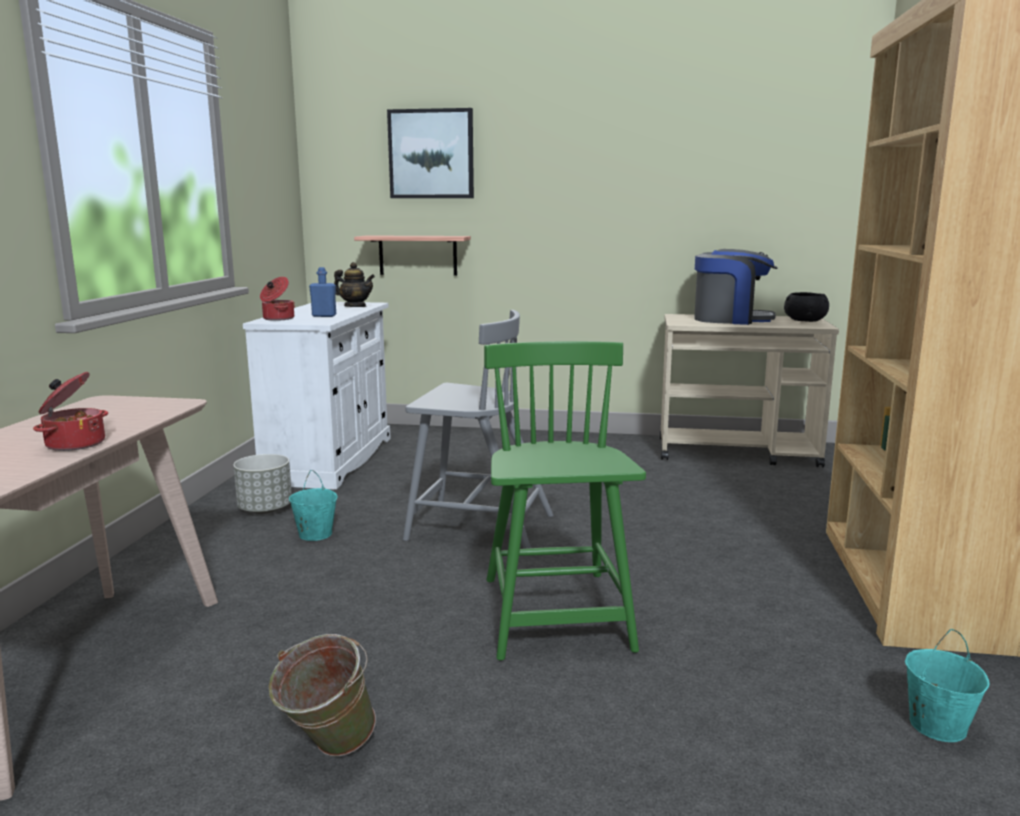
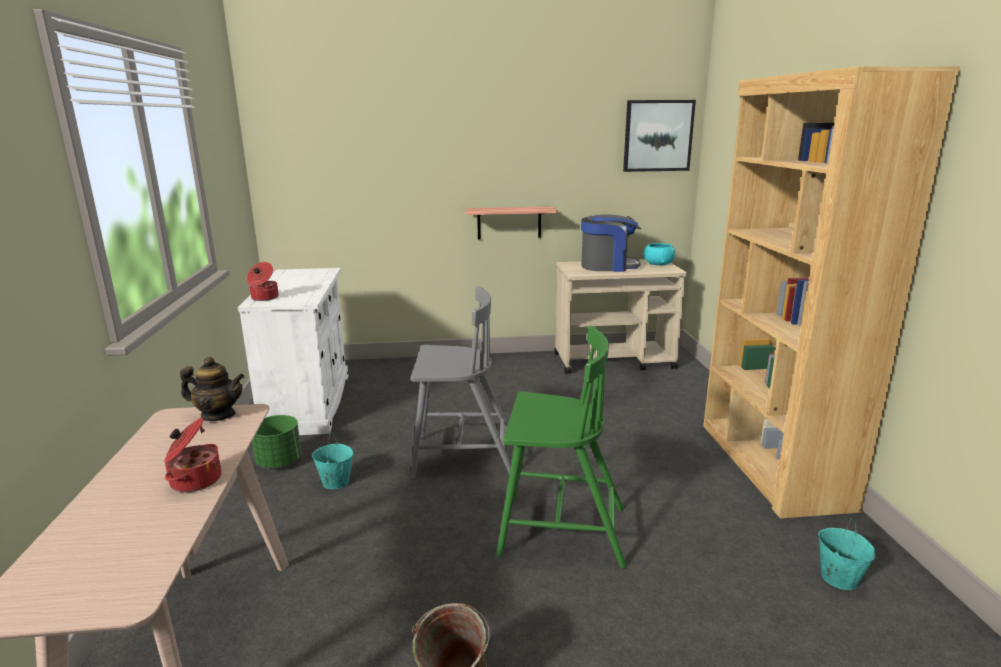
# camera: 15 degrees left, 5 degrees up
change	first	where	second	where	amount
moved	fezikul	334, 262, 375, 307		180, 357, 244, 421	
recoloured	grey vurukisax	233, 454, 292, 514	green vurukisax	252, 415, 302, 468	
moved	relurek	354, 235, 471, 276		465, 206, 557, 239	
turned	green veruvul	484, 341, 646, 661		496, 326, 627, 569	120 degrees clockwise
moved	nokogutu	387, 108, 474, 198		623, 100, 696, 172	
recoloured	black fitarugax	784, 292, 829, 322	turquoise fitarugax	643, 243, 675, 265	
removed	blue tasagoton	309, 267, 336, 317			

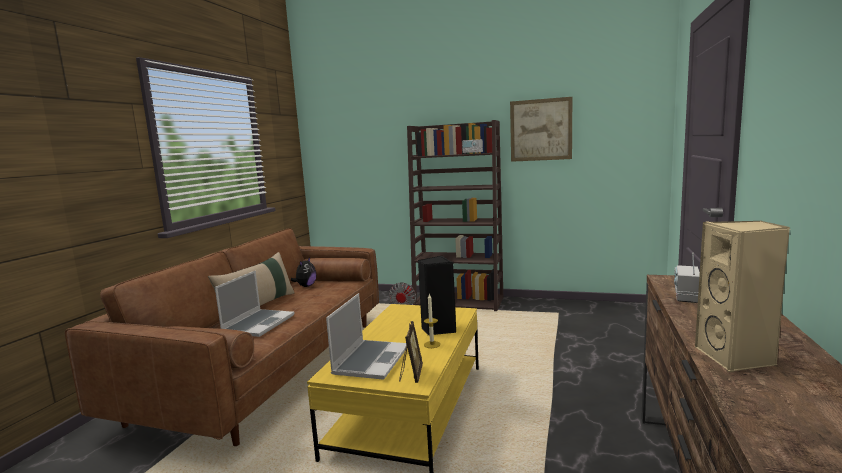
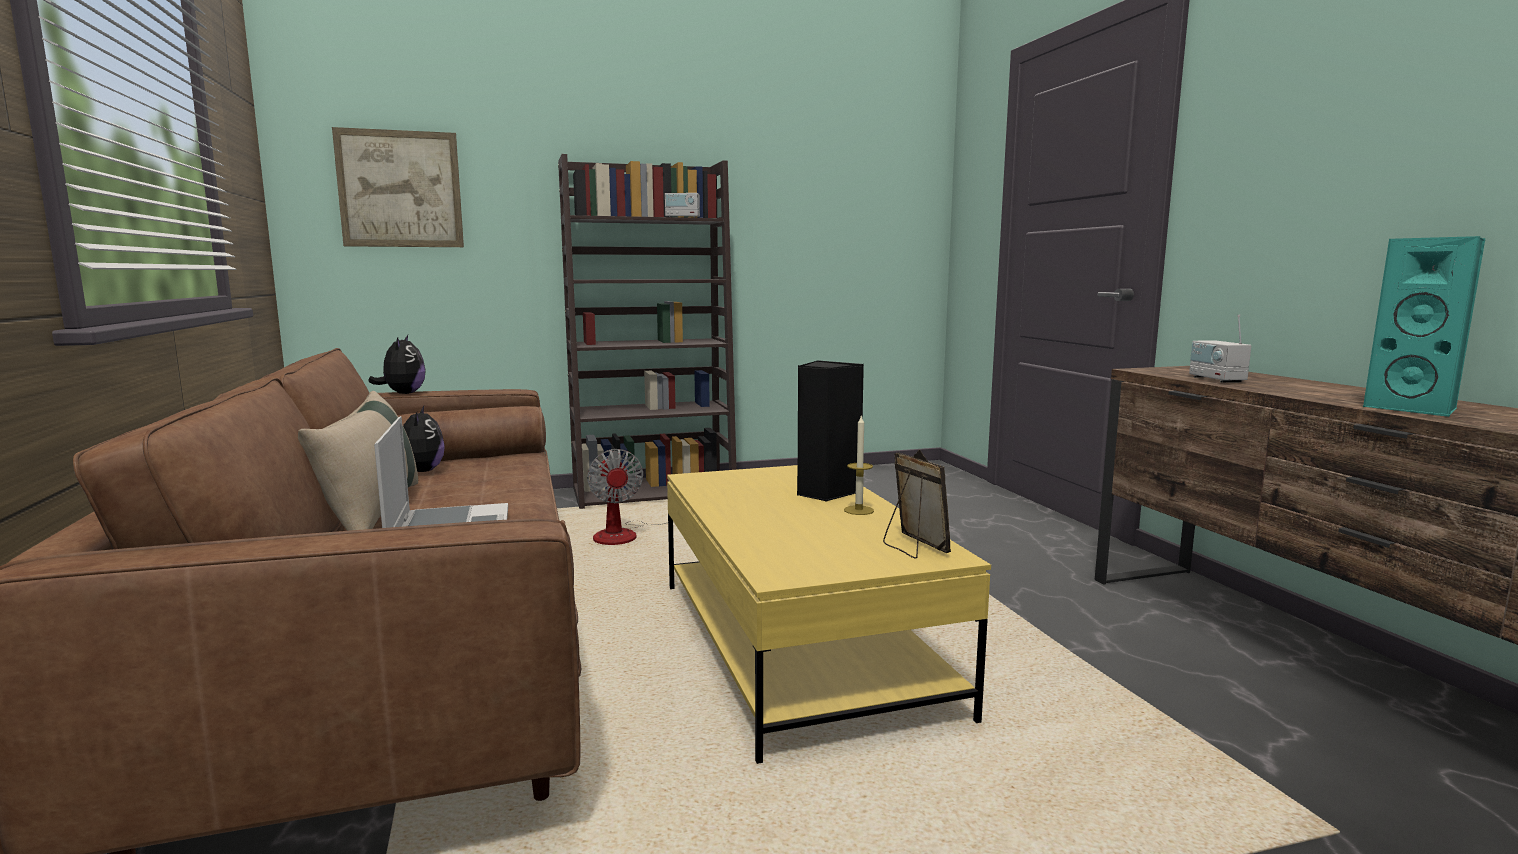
# camera: 35 degrees left, 0 degrees up
change	first	where	second	where	amount
moved	nokogutu	510, 97, 572, 162		332, 127, 464, 247	
added			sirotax	368, 335, 426, 394	
recoloured	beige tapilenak	695, 221, 790, 372	turquoise tapilenak	1363, 236, 1485, 417	
removed	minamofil	326, 293, 407, 380			

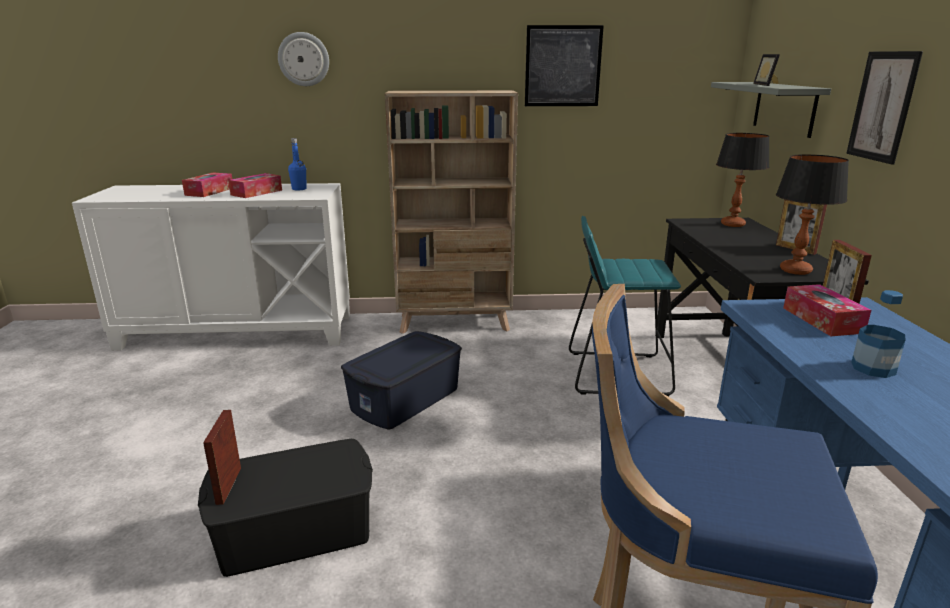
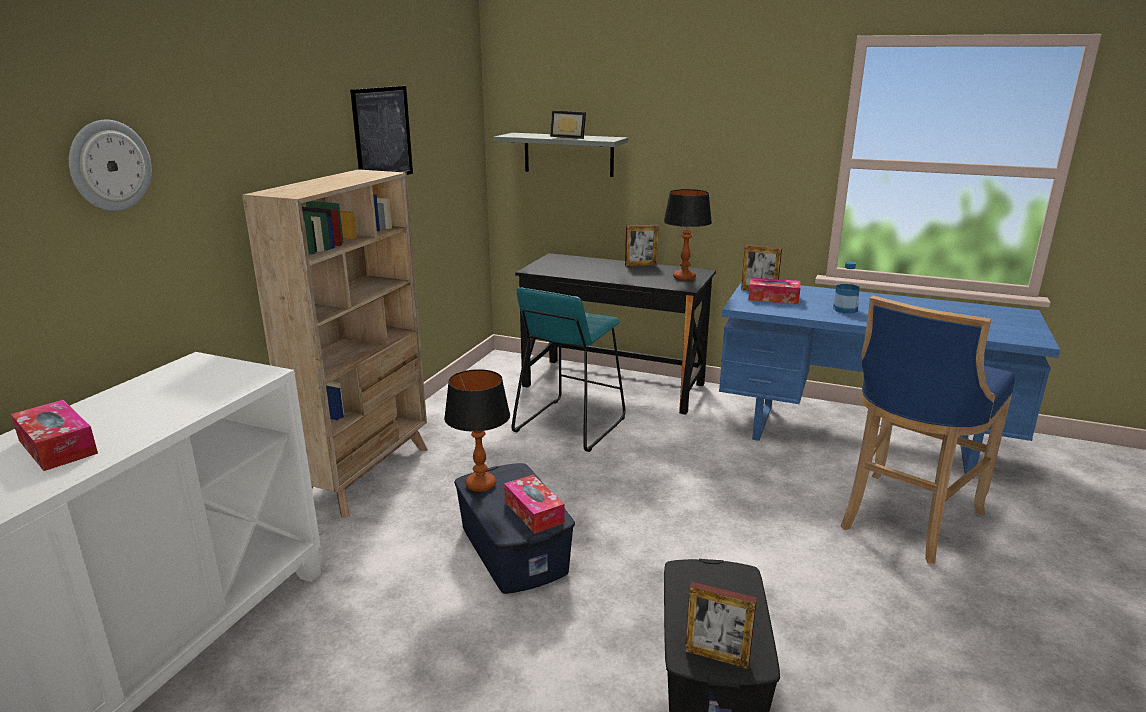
# camera: 65 degrees left, 0 degrees up
change	first	where	second	where	amount
moved	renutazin	716, 133, 769, 227		444, 369, 510, 492	
moved	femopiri	228, 173, 282, 198		504, 475, 565, 534	
removed	blue tasagoton	288, 138, 307, 191			
removed	nokogutu	846, 51, 923, 164			

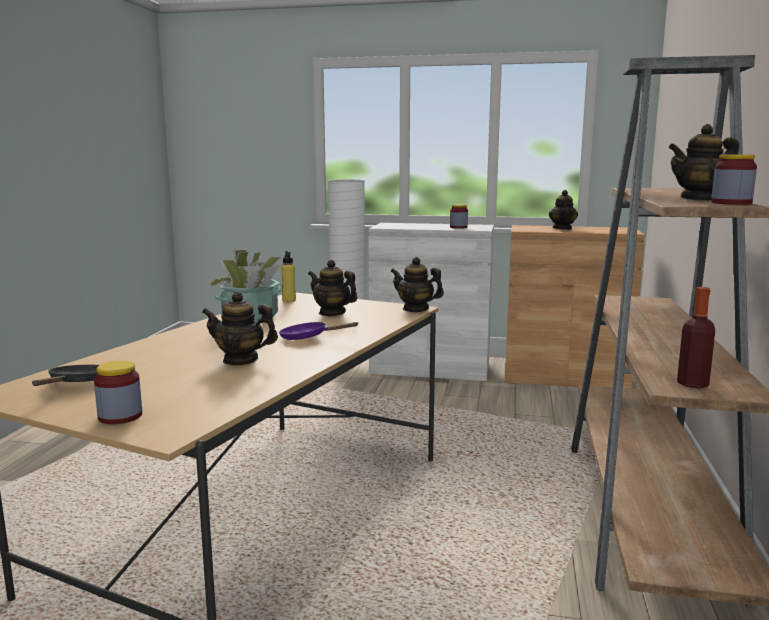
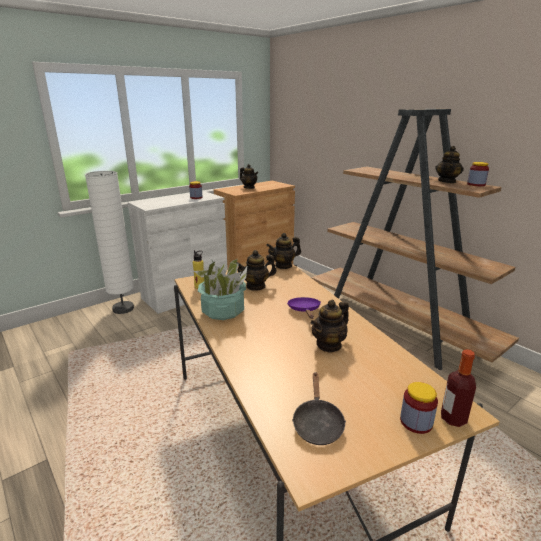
# camera: 50 degrees left, 10 degrees up
change	first	where	second	where	amount
turned	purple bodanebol	279, 322, 359, 340		287, 297, 321, 319	120 degrees clockwise
turned	black bodanebol	32, 365, 99, 386		292, 372, 346, 445	135 degrees counterclockwise
moved	tasagoton	677, 287, 715, 388		441, 349, 476, 427	

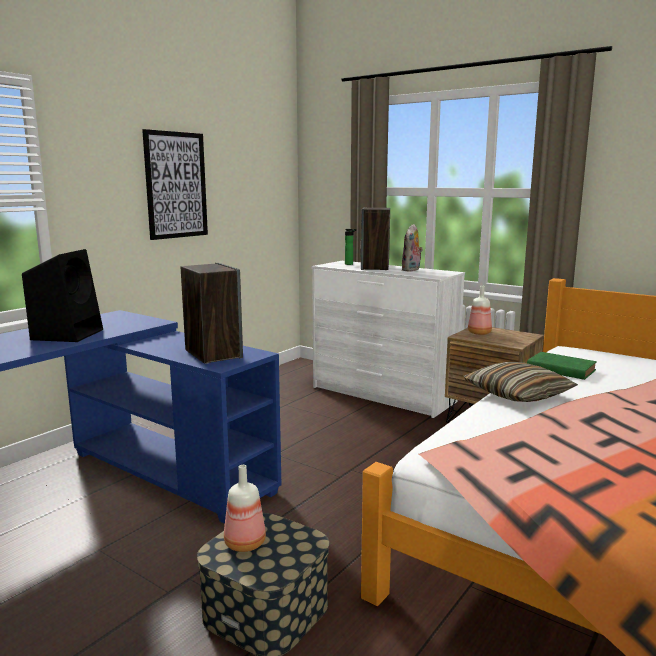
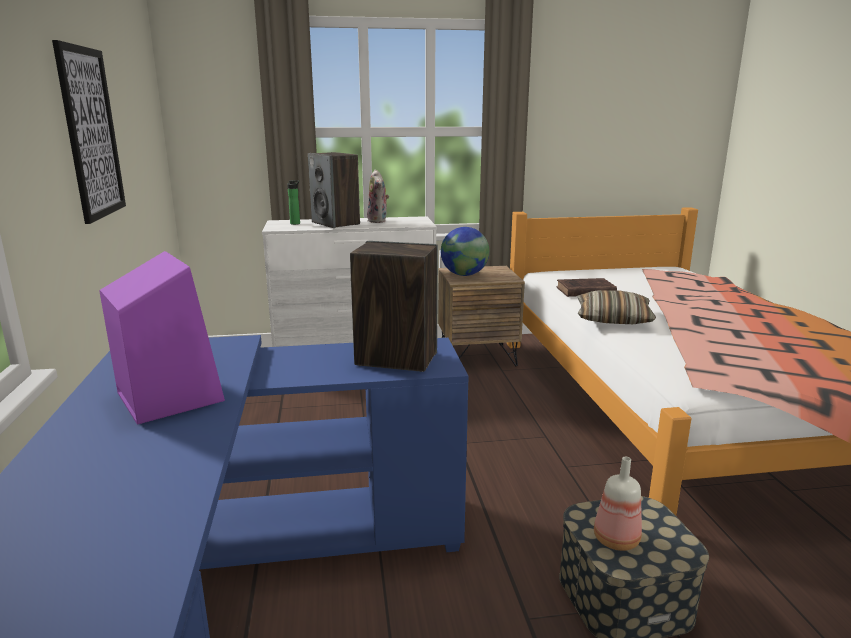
# camera: 45 degrees left, 5 degrees up
change	first	where	second	where	amount
recoloured	black tapilenak	22, 249, 103, 342	purple tapilenak	99, 251, 225, 425	
replaced	tasagoton	468, 286, 492, 335	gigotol	441, 227, 489, 276	
recoloured	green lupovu	527, 352, 597, 380	brown lupovu	557, 278, 617, 297	

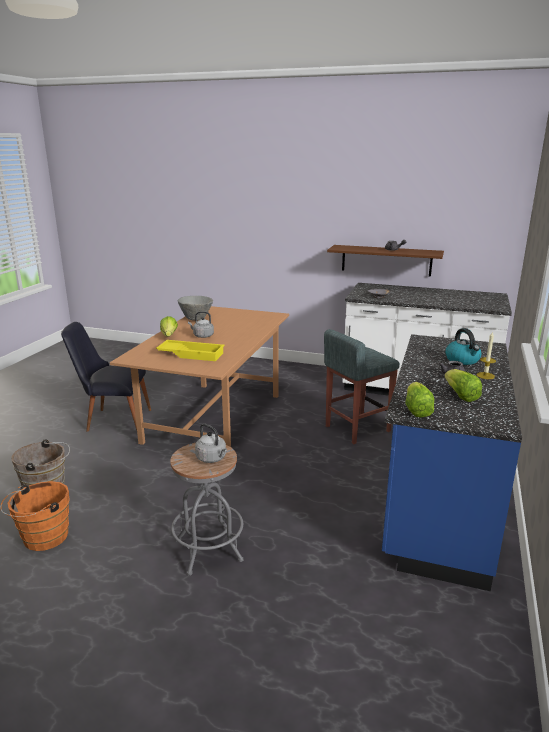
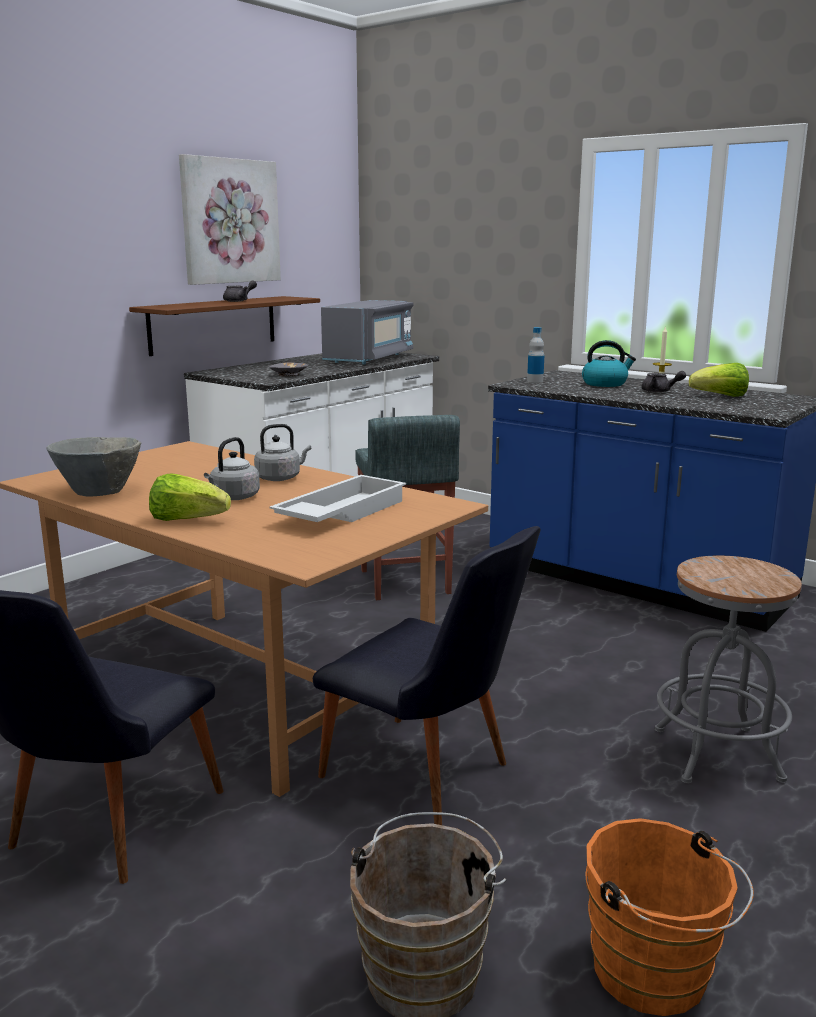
# camera: 70 degrees left, 5 degrees down
change	first	where	second	where	amount
added			nokogutu	179, 154, 281, 285	
moved	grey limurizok	195, 424, 227, 463		254, 424, 311, 481	
recoloured	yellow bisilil	156, 340, 225, 361	white bisilil	269, 475, 406, 522	
added			black veruvul	313, 526, 541, 825	
added			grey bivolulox	321, 300, 413, 364	
added			tasagoton	527, 327, 544, 383	
removed	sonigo	405, 382, 434, 417			

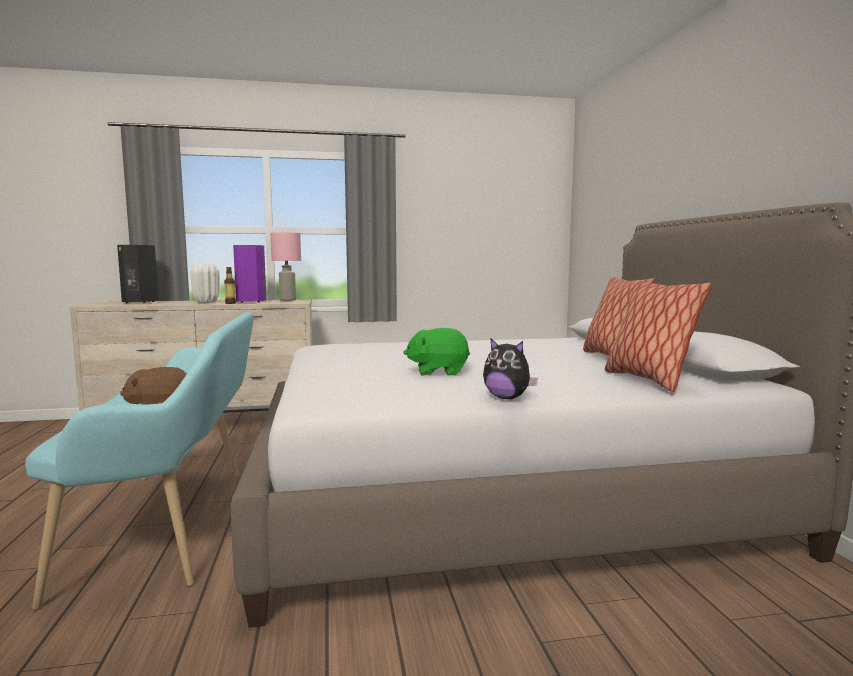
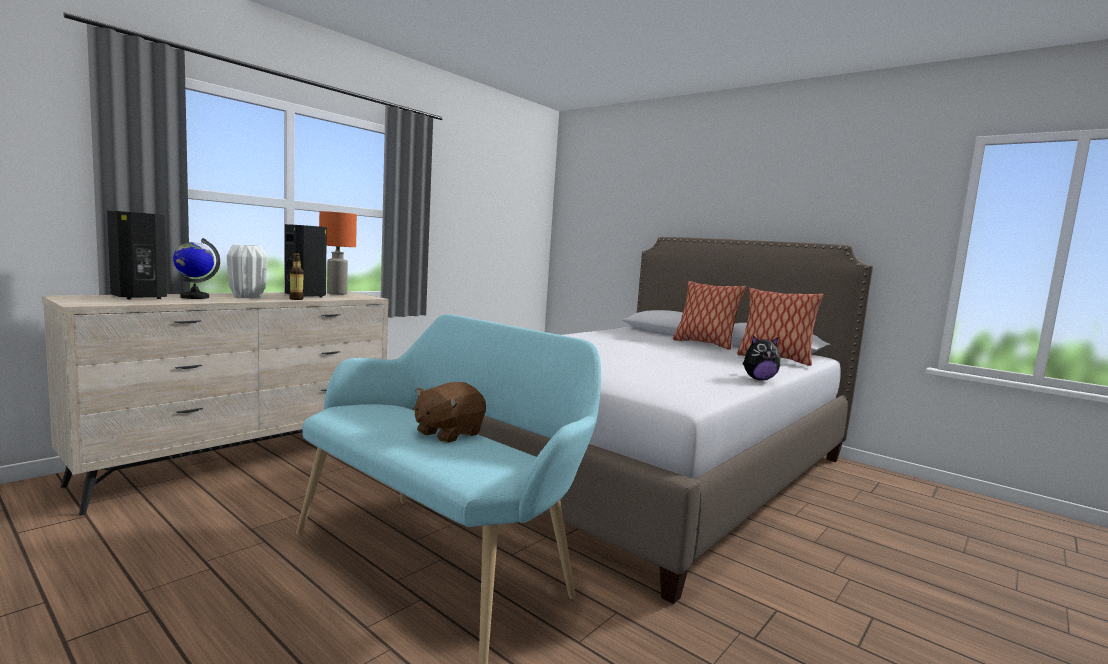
# camera: 40 degrees left, 0 degrees up
change	first	where	second	where	amount
added			gigotol	173, 238, 220, 299	
recoloured	purple tapilenak	233, 245, 266, 303	black tapilenak	285, 224, 327, 297	
recoloured	pink renutazin	271, 232, 301, 301	orange renutazin	319, 211, 357, 295	
removed	green sirotax	403, 328, 470, 375			

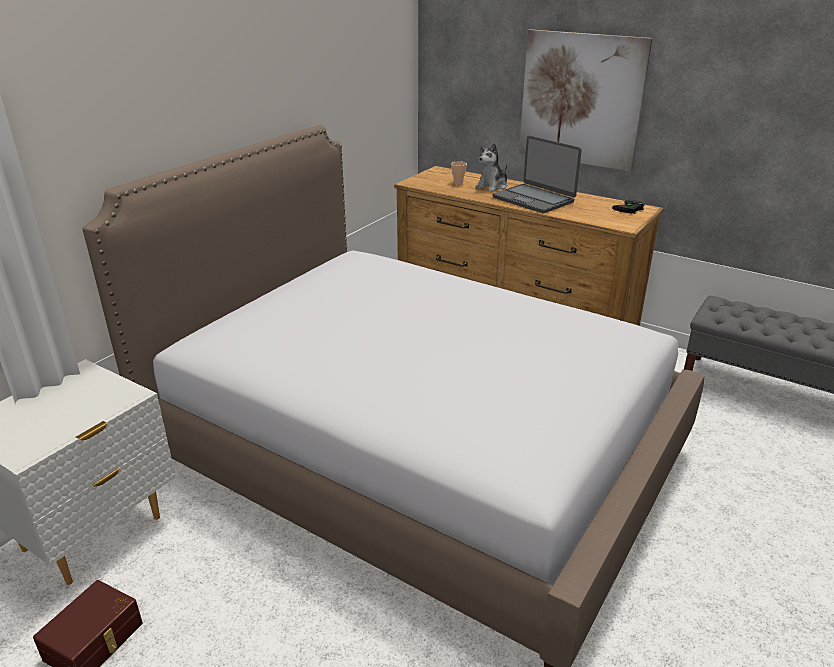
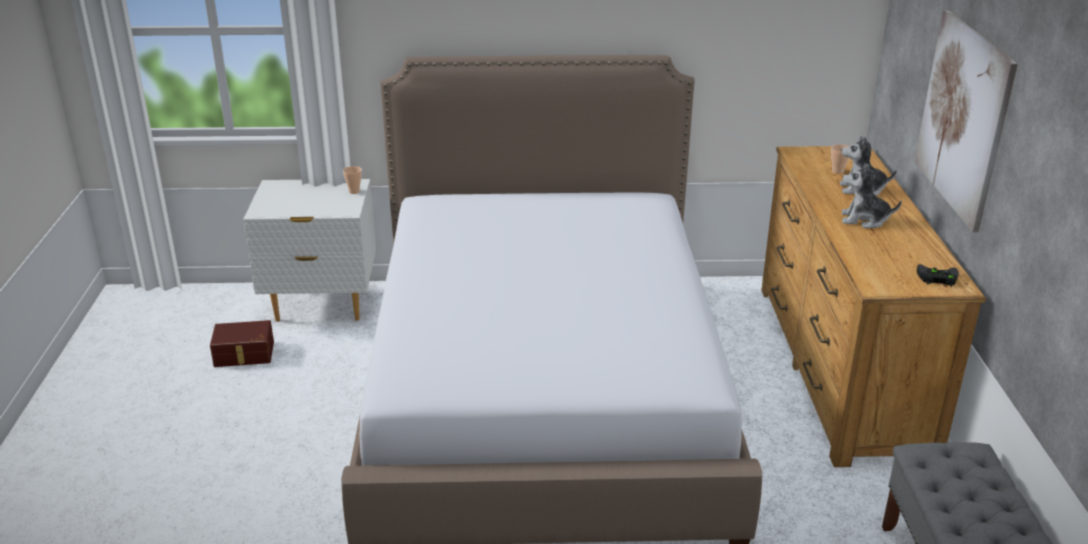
# camera: 55 degrees right, 0 degrees up
change	first	where	second	where	amount
added			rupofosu	343, 166, 362, 194	
replaced	minamofil	492, 136, 582, 213	sirotax	842, 163, 902, 228	

